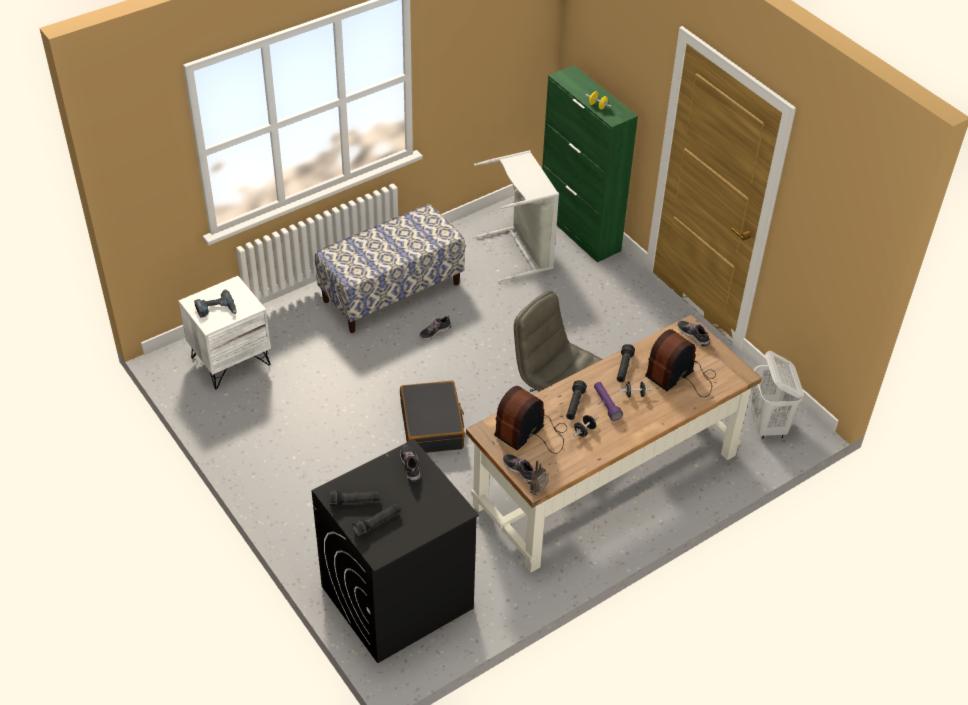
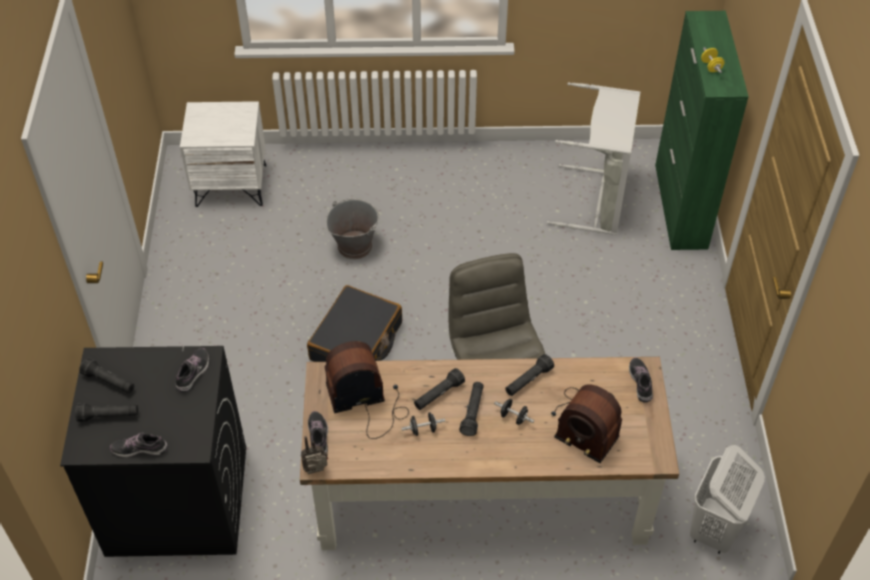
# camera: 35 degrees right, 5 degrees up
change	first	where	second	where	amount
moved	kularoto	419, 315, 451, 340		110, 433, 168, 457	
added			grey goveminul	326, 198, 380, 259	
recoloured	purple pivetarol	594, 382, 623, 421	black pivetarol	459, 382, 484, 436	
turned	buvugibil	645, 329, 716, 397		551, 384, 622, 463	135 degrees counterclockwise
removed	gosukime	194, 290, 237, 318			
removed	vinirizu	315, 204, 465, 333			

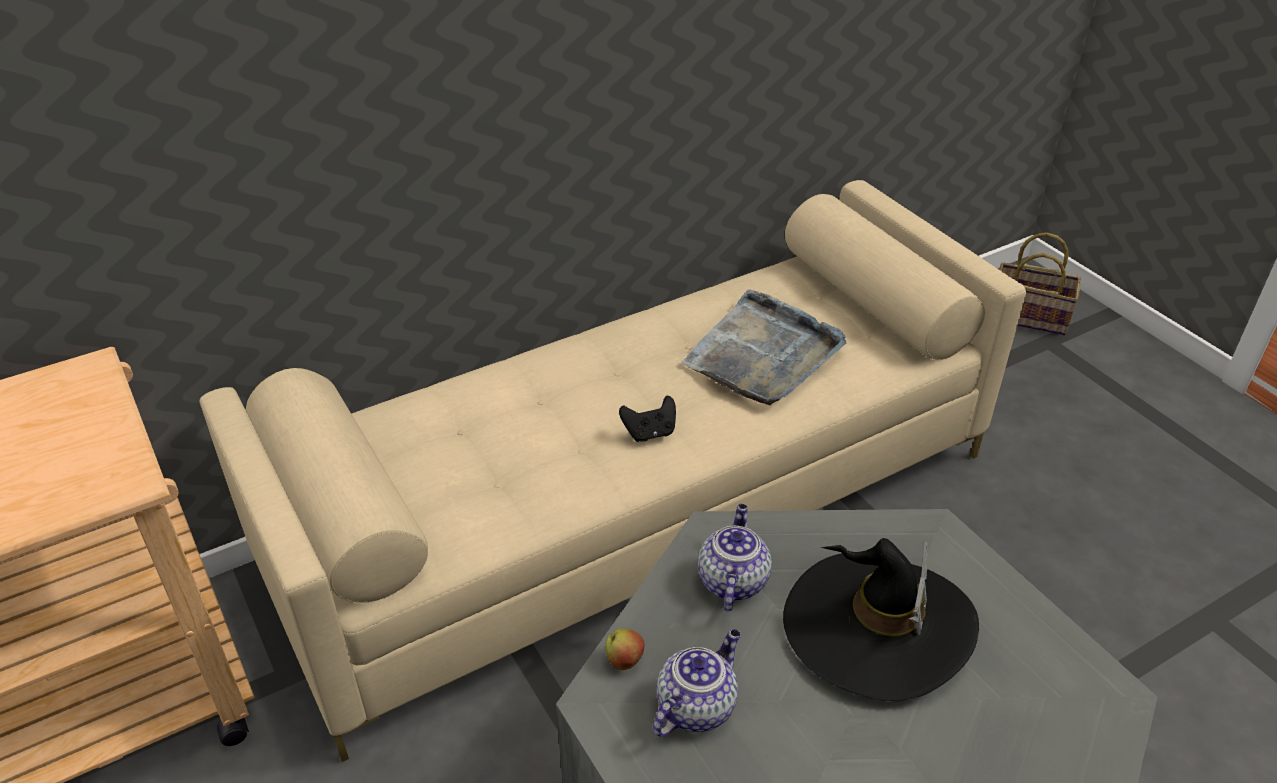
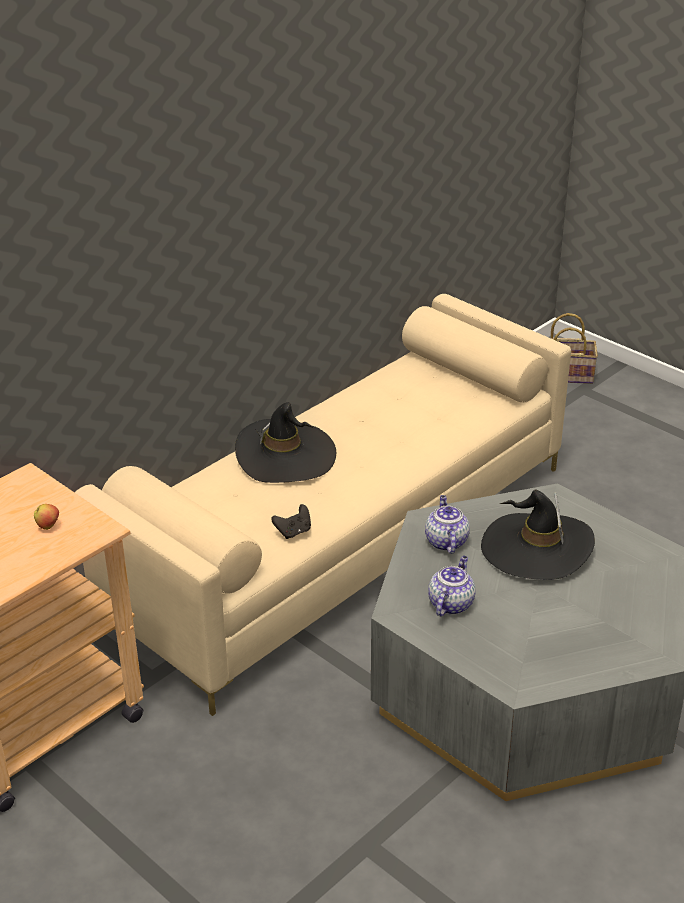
# camera: 15 degrees left, 5 degrees down
change	first	where	second	where	amount
moved	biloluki	605, 629, 645, 670		34, 504, 59, 530	
added			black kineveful	235, 402, 336, 483	
moved	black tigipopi	619, 396, 676, 442		271, 504, 311, 539	
removed	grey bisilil	681, 289, 846, 405			

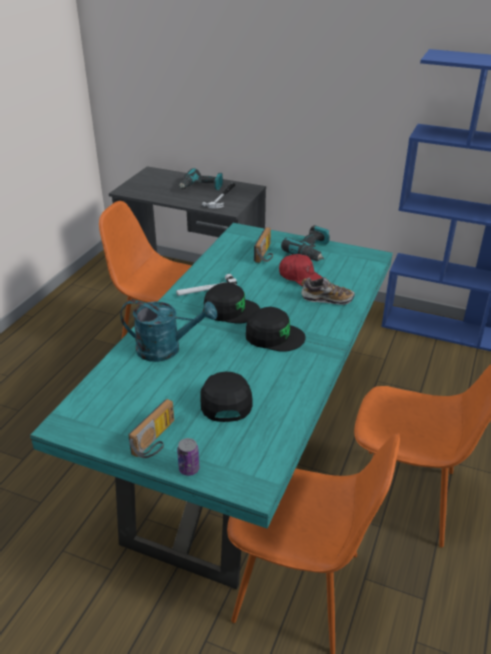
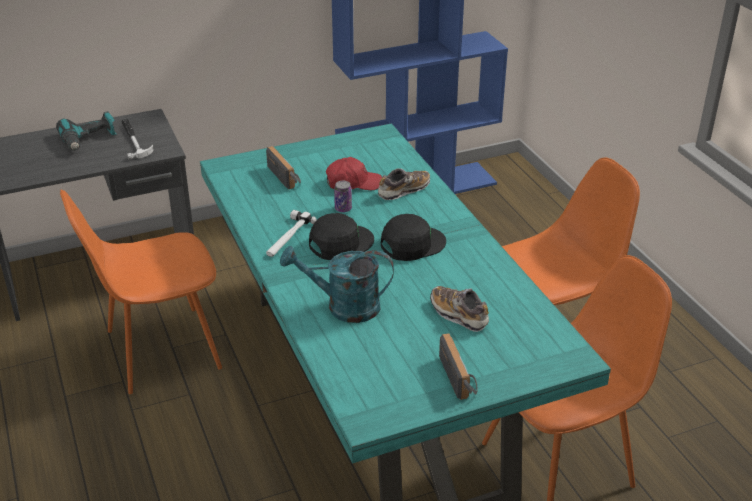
# camera: 45 degrees left, 0 degrees up
change	first	where	second	where	amount
turned	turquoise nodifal	120, 300, 217, 362		280, 246, 394, 323	135 degrees counterclockwise
moved	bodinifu	177, 438, 199, 476		334, 181, 352, 212	
replaced	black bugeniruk	200, 372, 252, 422	kularoto	430, 286, 489, 332	
removed	gosukime	281, 225, 330, 261			

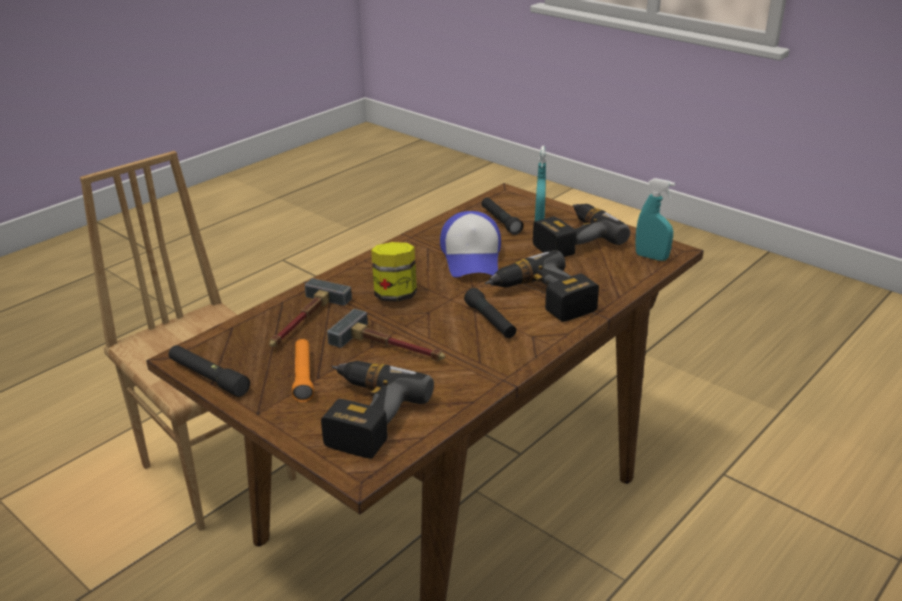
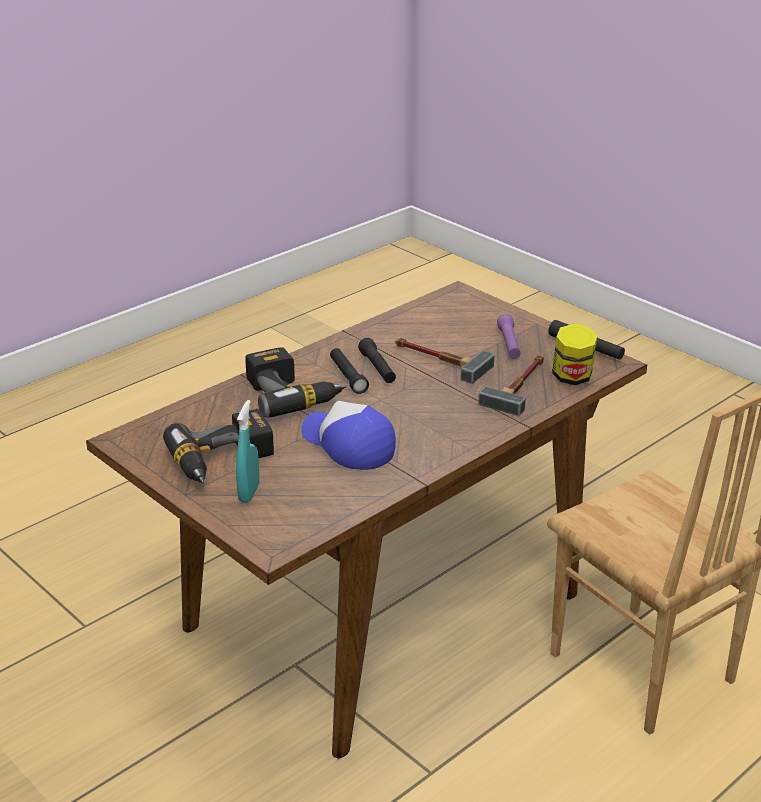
# camera: 175 degrees left, 0 degrees up
change	first	where	second	where	amount
turned	bugeniruk	440, 211, 501, 277		301, 401, 396, 470	45 degrees counterclockwise
moved	black pivetarol	481, 197, 523, 235		358, 338, 396, 383	
recoloured	orange pivetarol	292, 339, 314, 402	purple pivetarol	497, 314, 521, 359	
moved	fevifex	371, 242, 417, 302		552, 323, 598, 385	
removed	gosukime	321, 361, 434, 459			
removed	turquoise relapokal	635, 178, 675, 261			

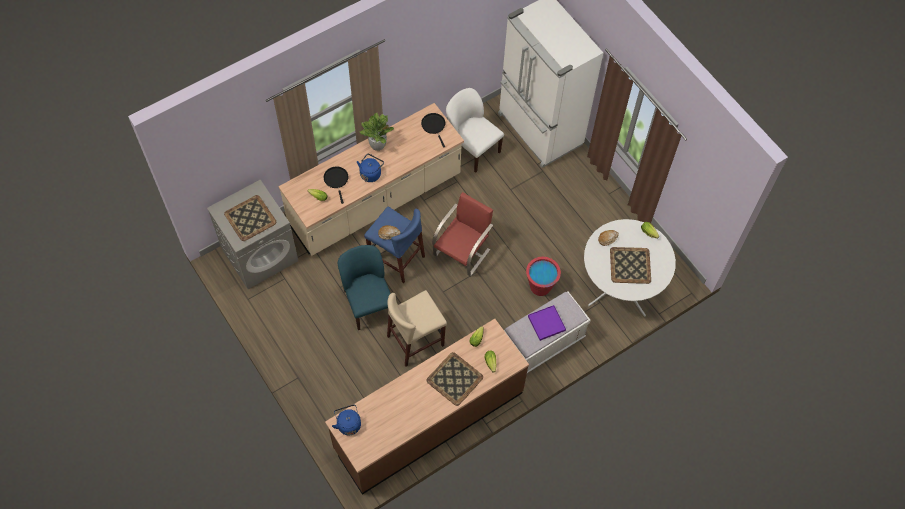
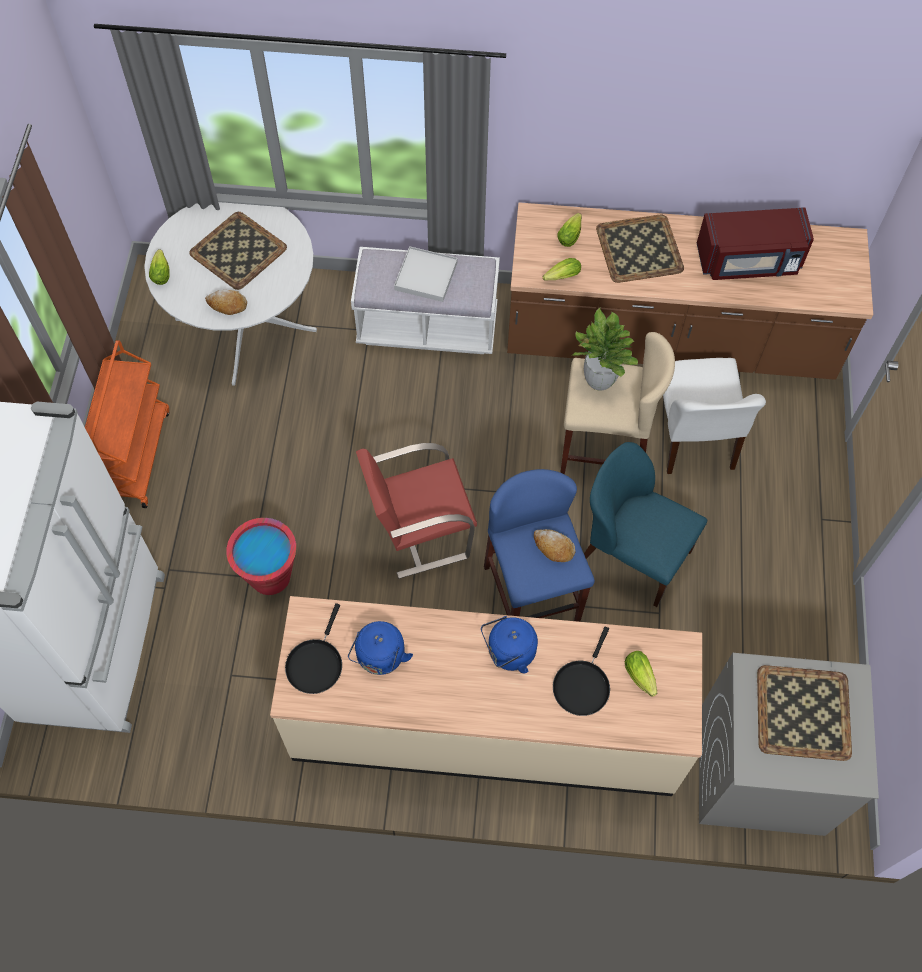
# camera: 140 degrees left, 0 degrees up
change	first	where	second	where	amount
added			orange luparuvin	85, 340, 169, 508	
moved	red goveminul	526, 257, 561, 296		226, 518, 296, 595	
moved	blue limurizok	332, 404, 361, 436		348, 621, 413, 675	
recoloured	purple bisilil	528, 305, 566, 341	white bisilil	394, 246, 458, 302	
moved	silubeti	359, 113, 394, 151		570, 308, 638, 391	
turned	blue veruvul	338, 245, 391, 330		584, 442, 707, 607	105 degrees clockwise
moved	white veruvul	446, 88, 504, 173		663, 358, 766, 474	
added			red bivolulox	697, 207, 814, 280	

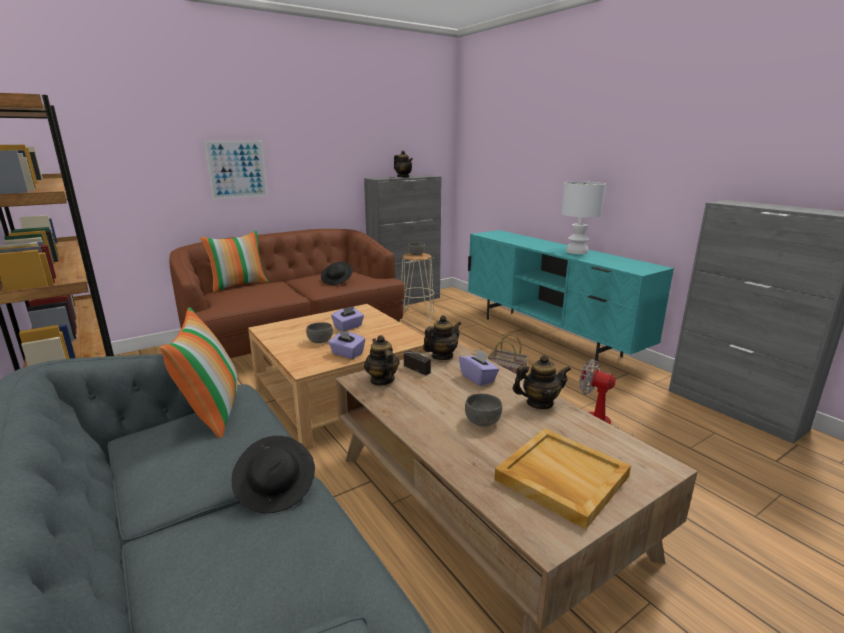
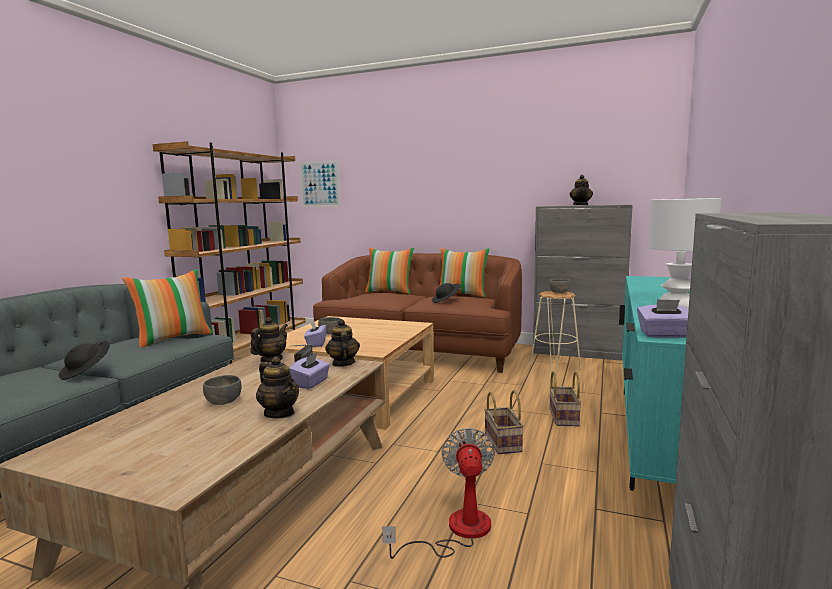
# camera: 55 degrees right, 10 degrees down
change	first	where	second	where	amount
moved	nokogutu	204, 140, 268, 199		300, 160, 341, 207	
turned	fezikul	423, 315, 461, 360		325, 319, 360, 367	120 degrees counterclockwise
added			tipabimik	439, 248, 490, 298	
added			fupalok	549, 371, 581, 426	
moved	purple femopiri	331, 306, 364, 331		637, 299, 688, 338	
removed	beige bisilil	494, 429, 631, 530			

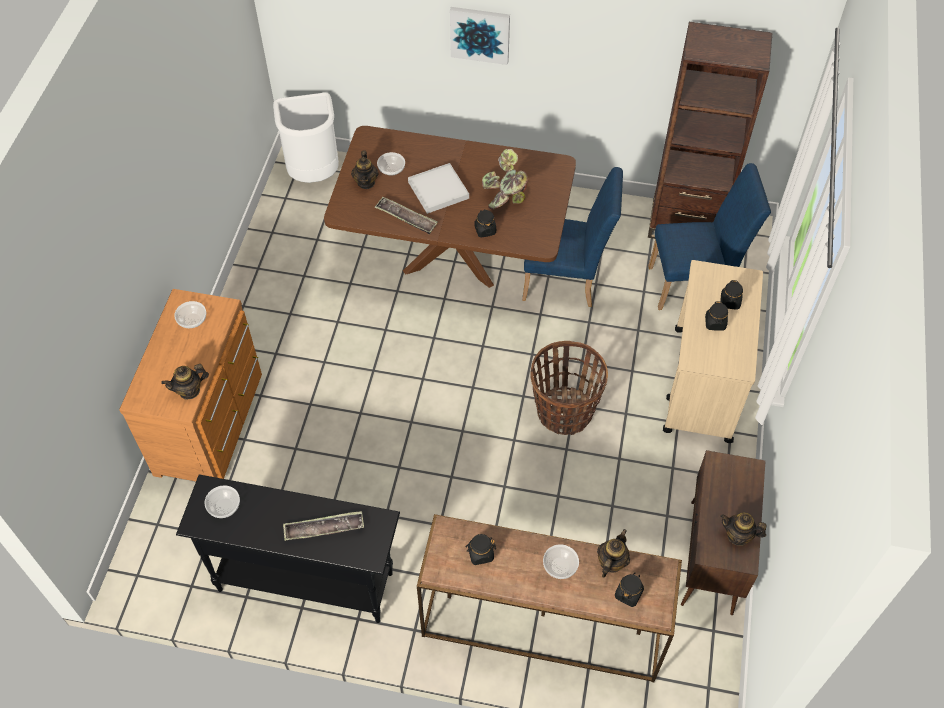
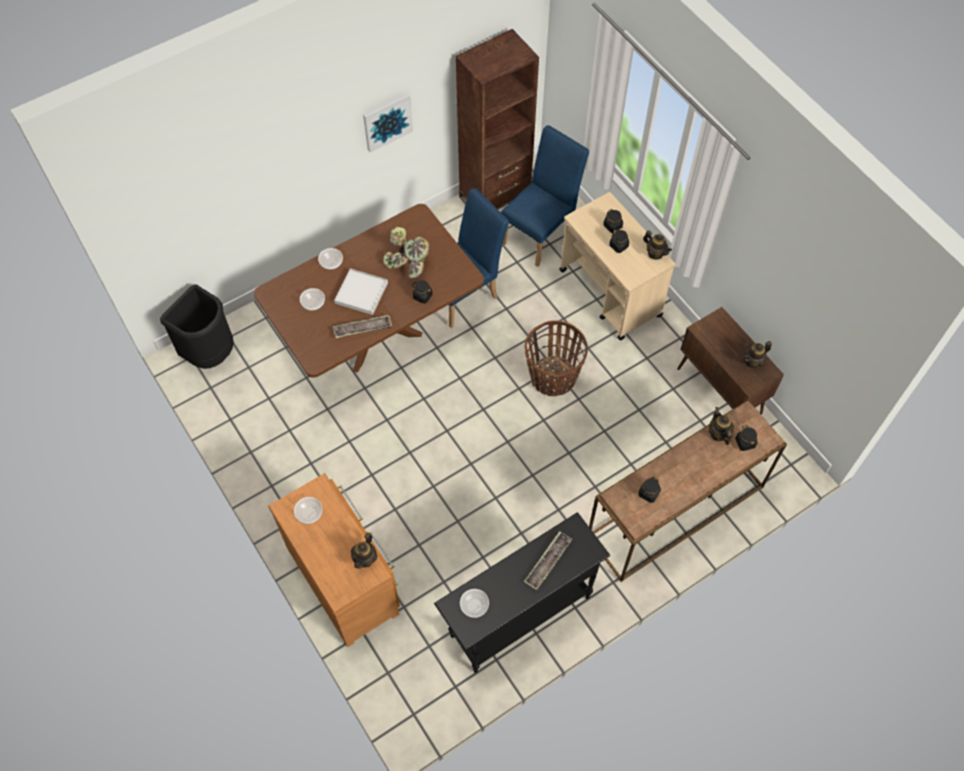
# camera: 45 degrees left, 5 degrees up
change	first	where	second	where	amount
recoloured	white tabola	273, 93, 339, 183	black tabola	160, 284, 234, 369	
moved	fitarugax	543, 544, 579, 579		318, 248, 343, 270	
moved	nokogutu	450, 7, 510, 65		363, 93, 413, 152	
moved	fezikul	351, 150, 379, 189		643, 231, 672, 260	

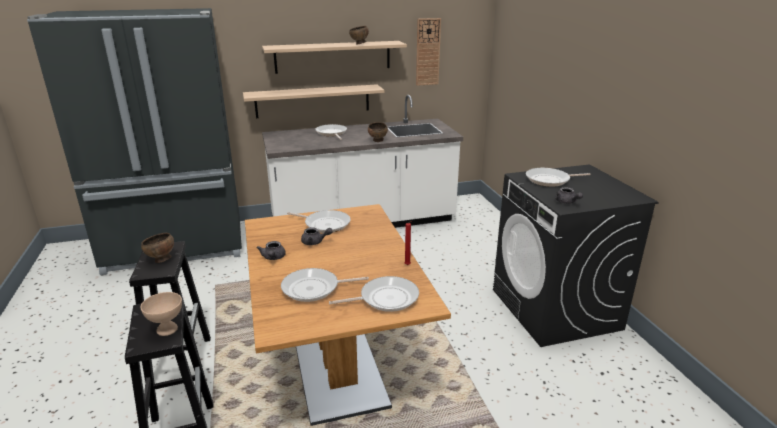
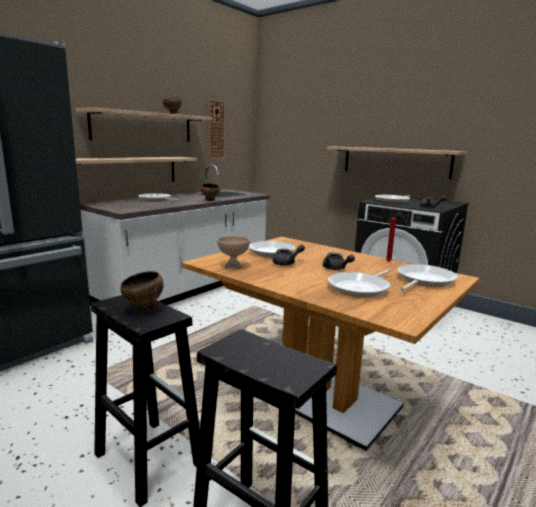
# camera: 35 degrees left, 10 degrees down
change	first	where	second	where	amount
moved	beige fitarugax	140, 292, 182, 336		217, 236, 250, 269	
moved	grey fezikul	257, 241, 286, 260		323, 253, 355, 270	
added			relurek	327, 147, 467, 179	

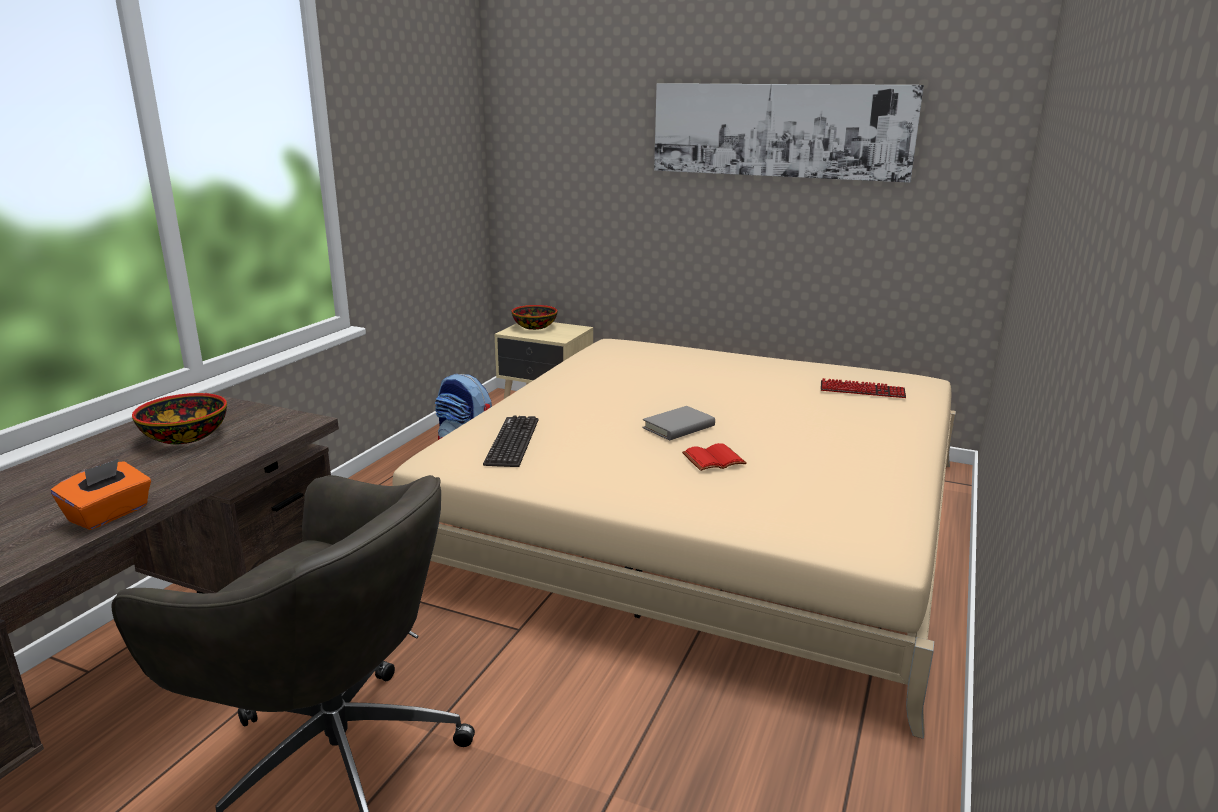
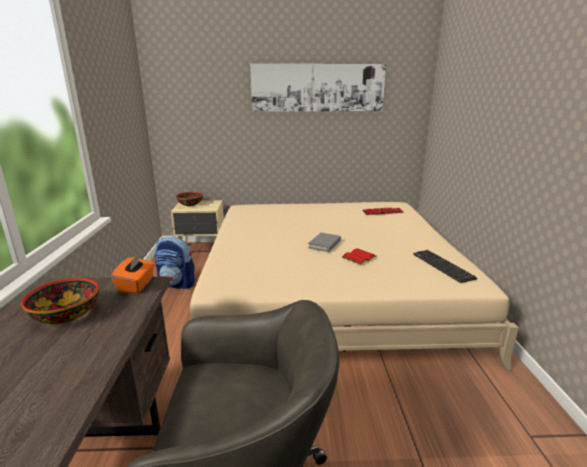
# camera: 25 degrees left, 0 degrees up
change	first	where	second	where	amount
moved	orange femopiri	51, 459, 151, 530		111, 253, 155, 293	
moved	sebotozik	483, 416, 539, 467		413, 250, 477, 283	

